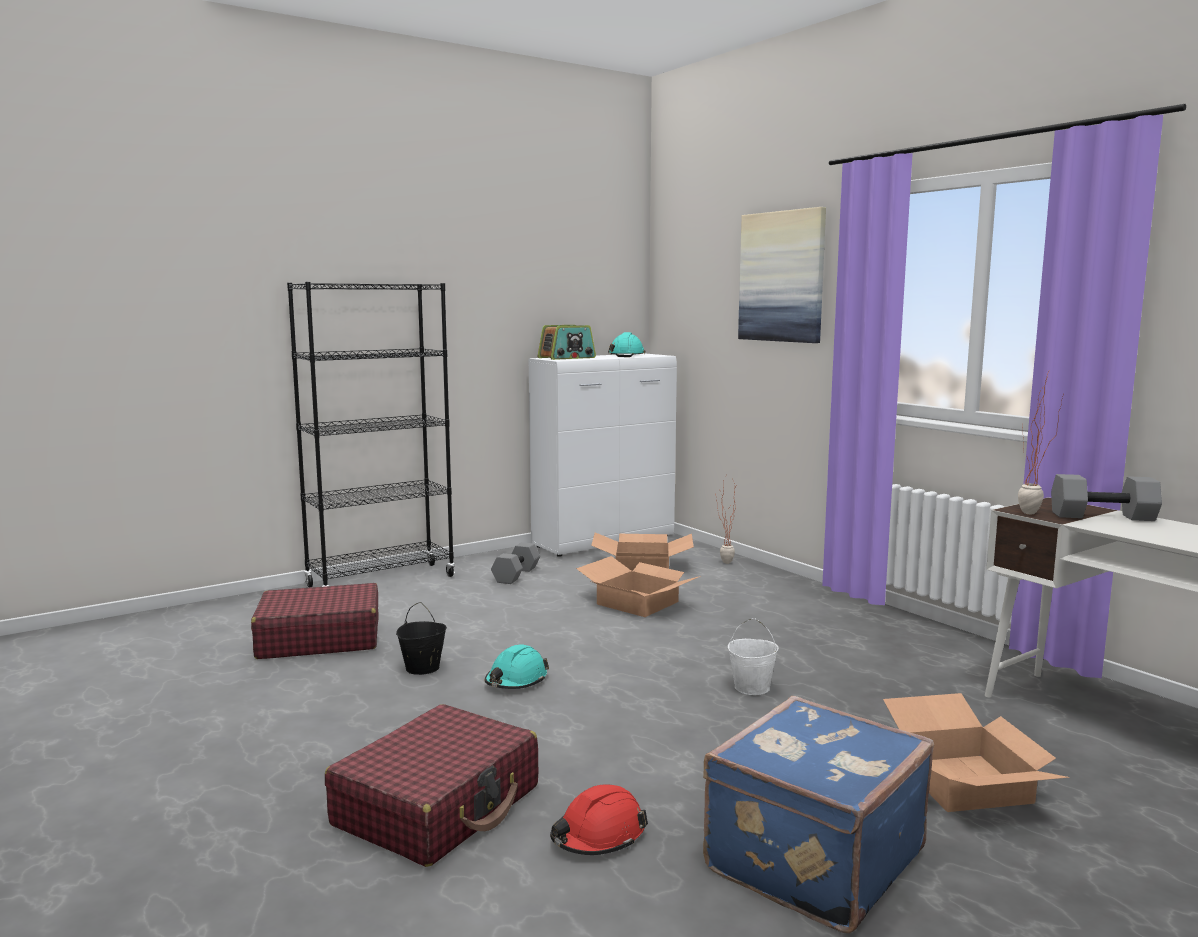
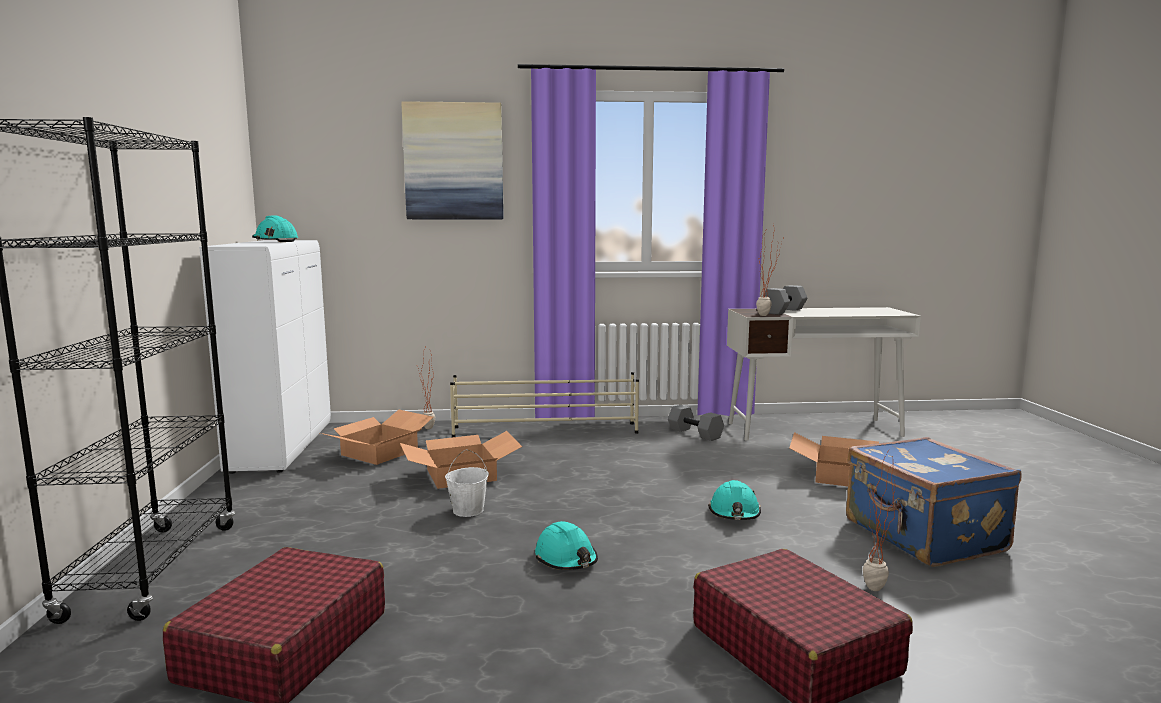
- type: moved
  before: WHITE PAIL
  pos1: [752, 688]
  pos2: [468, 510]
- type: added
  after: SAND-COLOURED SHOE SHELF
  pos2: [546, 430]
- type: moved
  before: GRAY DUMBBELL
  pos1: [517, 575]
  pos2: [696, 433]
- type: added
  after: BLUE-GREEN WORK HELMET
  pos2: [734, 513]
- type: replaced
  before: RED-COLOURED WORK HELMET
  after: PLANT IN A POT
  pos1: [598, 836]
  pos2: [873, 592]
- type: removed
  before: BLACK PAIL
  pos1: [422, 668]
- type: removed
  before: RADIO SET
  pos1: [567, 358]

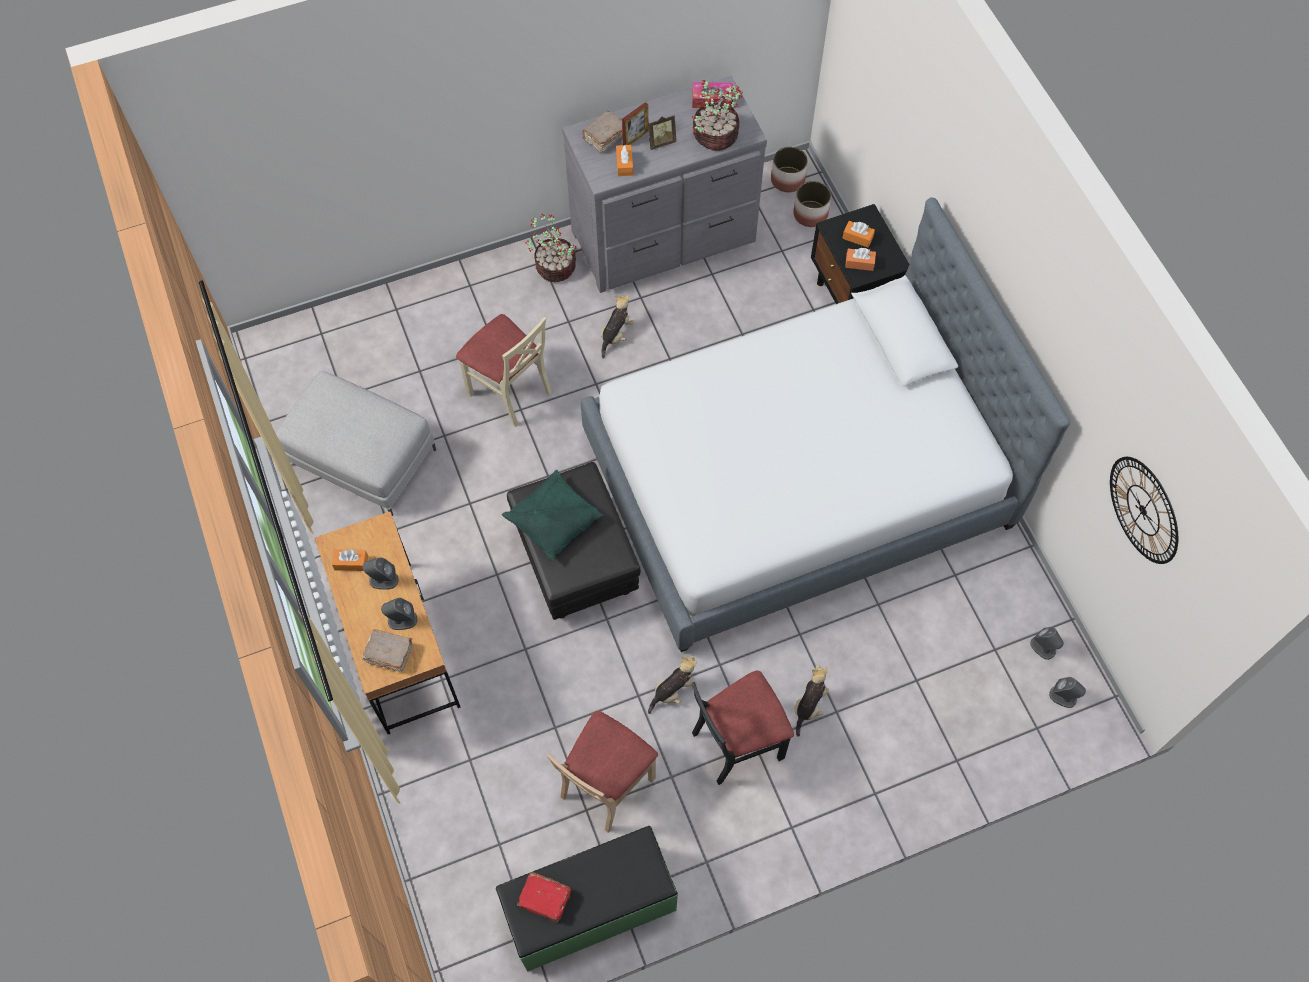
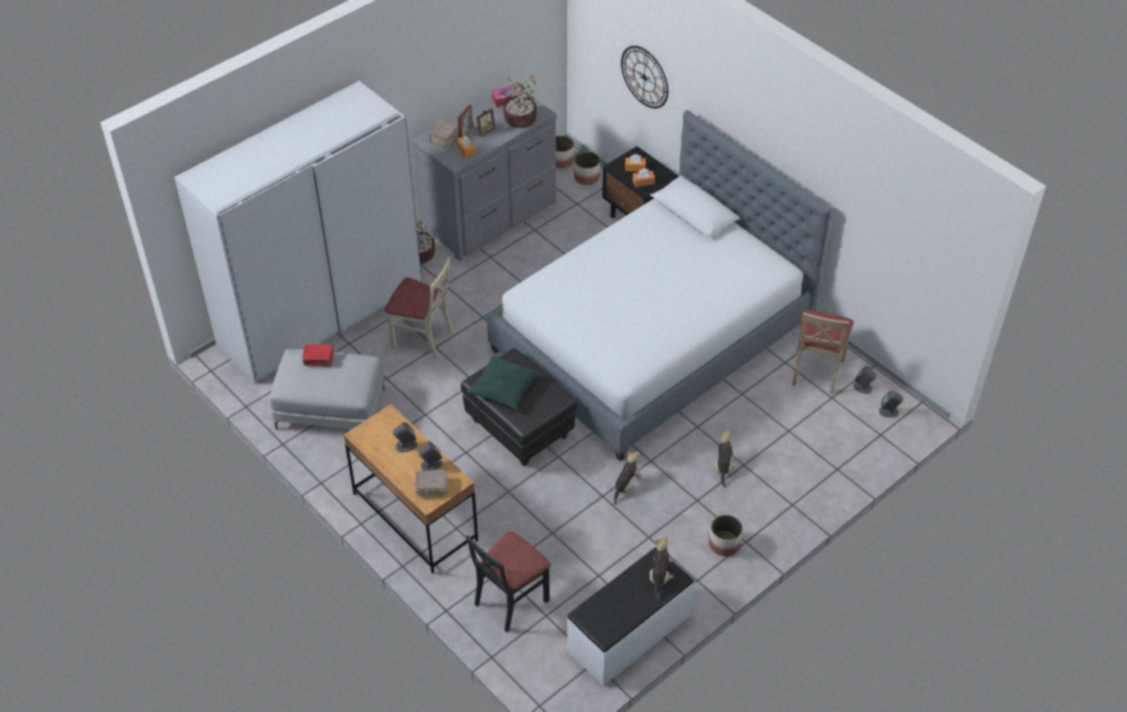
- type: added
  after: WHITE WARDROBE
  pos2: [321, 314]
- type: moved
  before: RED-COLOURED BOUND BOOK
  pos1: [545, 899]
  pos2: [319, 359]
- type: moved
  before: BLACK UPRIGHT CHAIR
  pos1: [737, 743]
  pos2: [510, 600]
- type: recoloured
  before: GREENISH BENCH
  after: WHITE BENCH
  pos1: [590, 908]
  pos2: [629, 633]
- type: moved
  before: HANGING CLOCK
  pos1: [1143, 510]
  pos2: [644, 77]
- type: moved
  before: SOFT TOY
  pos1: [616, 335]
  pos2: [660, 576]
- type: added
  after: PLANT POT
  pos2: [724, 544]
- type: moved
  before: SAND-COLOURED UPRIGHT CHAIR
  pos1: [606, 785]
  pos2: [816, 371]
- type: removed
  before: ORANGE TISSUE BOX
  pos1: [351, 563]

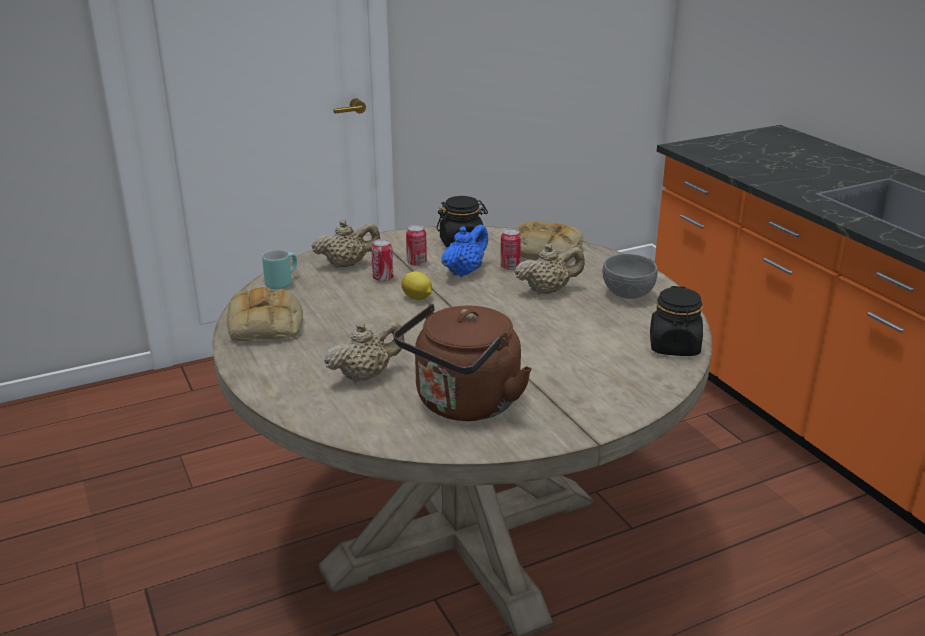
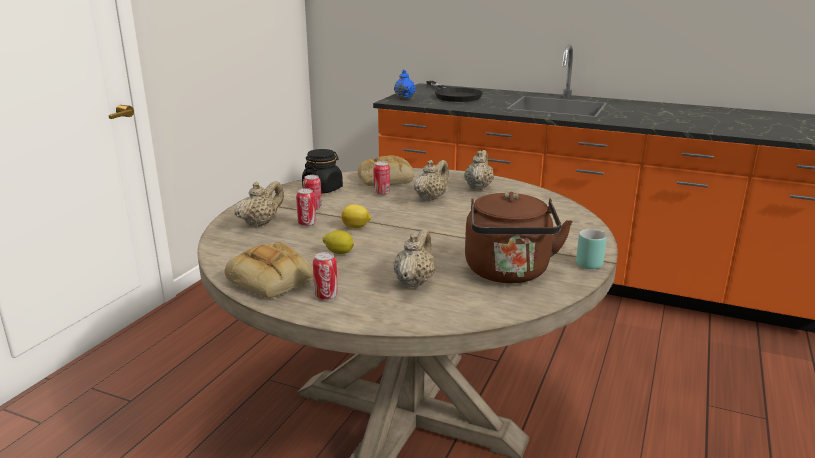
- type: added
  after: SEALED CAN
  pos2: [326, 296]
- type: added
  after: LEMON
  pos2: [339, 253]
- type: moved
  before: BLUISH TEAPOT
  pos1: [464, 272]
  pos2: [404, 97]
- type: added
  after: BLACK PAN
  pos2: [454, 95]
- type: replaced
  before: GRAY SERVING BOWL
  after: SAND-COLOURED TEAPOT
  pos1: [627, 294]
  pos2: [478, 187]
- type: moved
  before: BLUE-GREEN MUG
  pos1: [281, 282]
  pos2: [584, 262]
- type: removed
  before: BLACK JAR
  pos1: [674, 346]

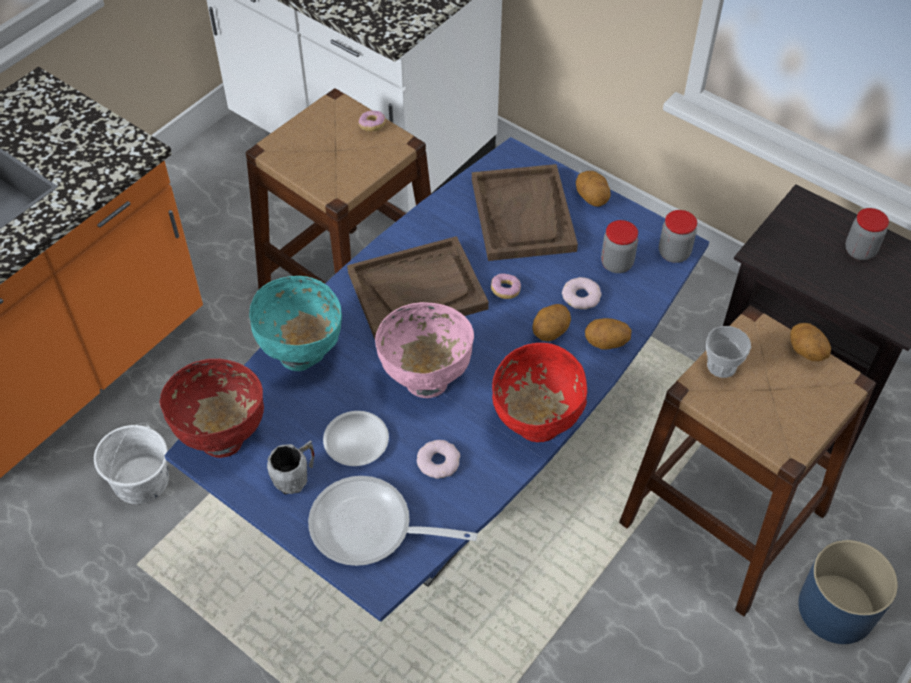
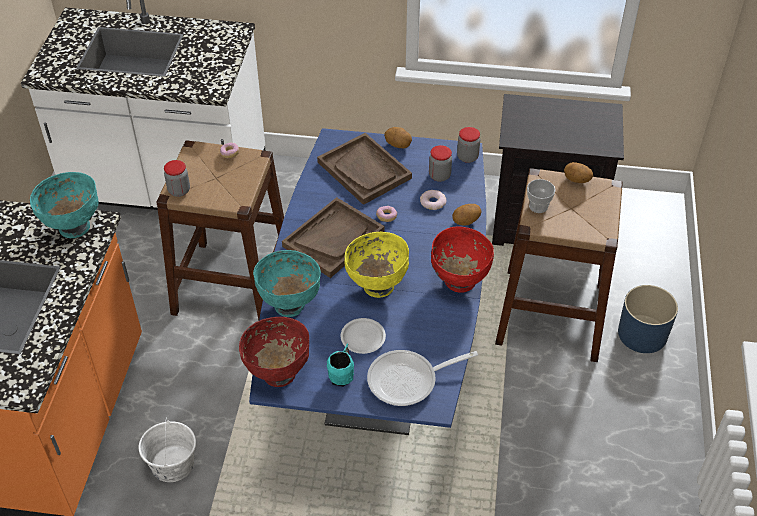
- type: added
  after: BLUE-GREEN SERVING BOWL
  pos2: [73, 226]
- type: moved
  before: JAR
  pos1: [860, 251]
  pos2: [179, 190]
- type: recoloured
  before: GRAY MUG
  after: BLUE-GREEN MUG
  pos1: [295, 477]
  pos2: [342, 374]
- type: recoloured
  before: PINK-COLOURED SERVING BOWL
  after: YELLOW-COLOURED SERVING BOWL
  pos1: [426, 378]
  pos2: [377, 285]
- type: removed
  before: DONUT
  pos1: [438, 461]
- type: removed
  before: POTATO
  pos1: [550, 332]

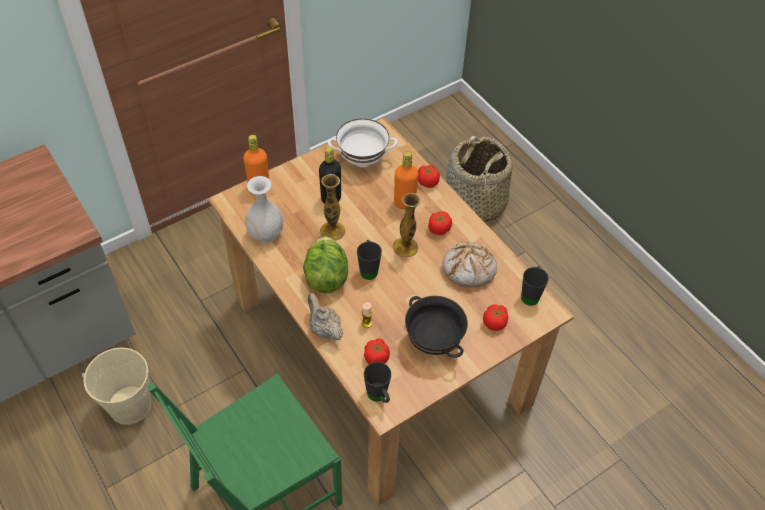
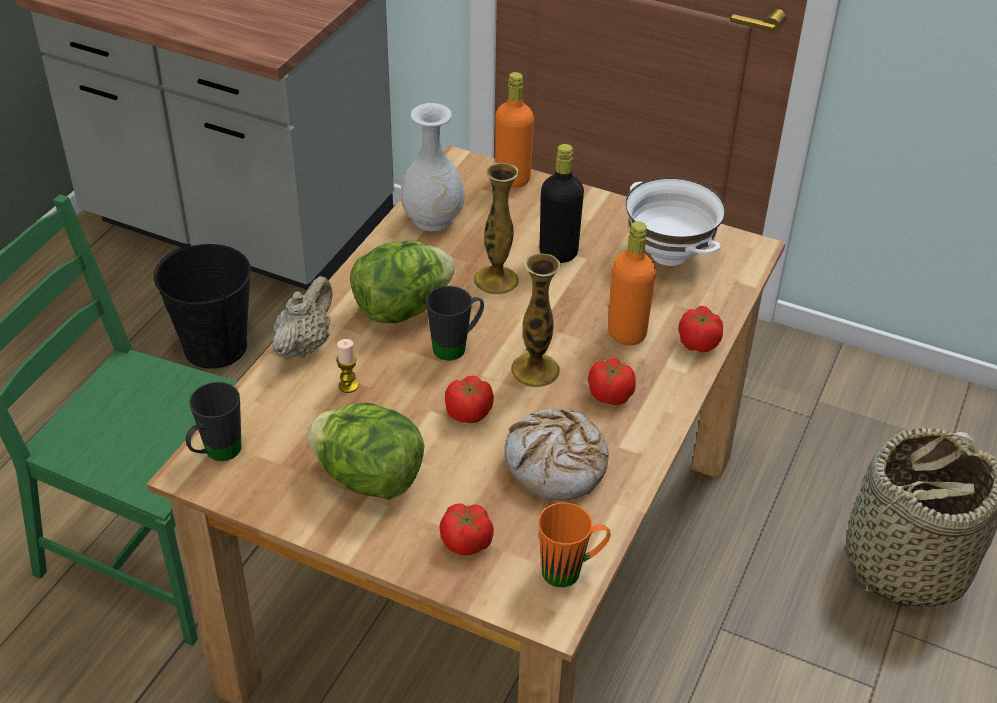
- type: recoloured
  before: SAND-COLOURED PAIL
  after: BLACK PAIL
  pos1: [130, 405]
  pos2: [216, 346]
- type: replaced
  before: BLACK SERVING BOWL
  after: LETTUCE HEAD
  pos1: [434, 342]
  pos2: [369, 478]
- type: moved
  before: WHOLE TOMATO
  pos1: [376, 357]
  pos2: [469, 412]
- type: recoloured
  before: BLACK MUG
  after: ORANGE MUG
  pos1: [531, 294]
  pos2: [571, 570]

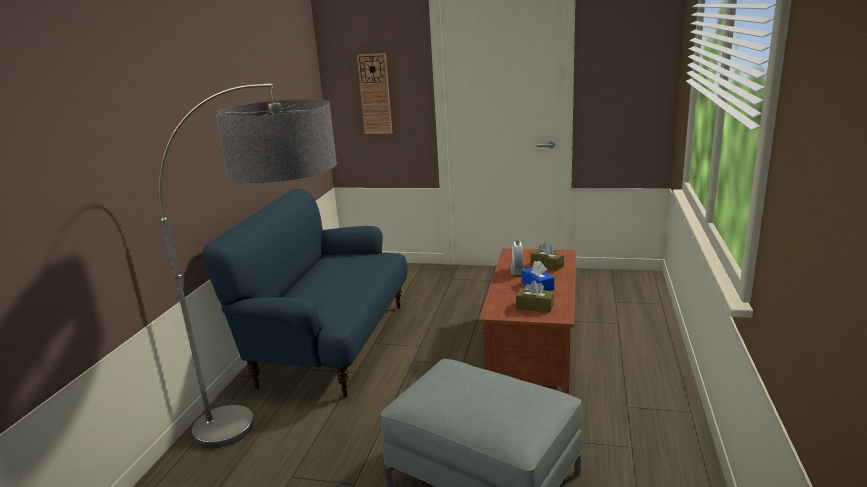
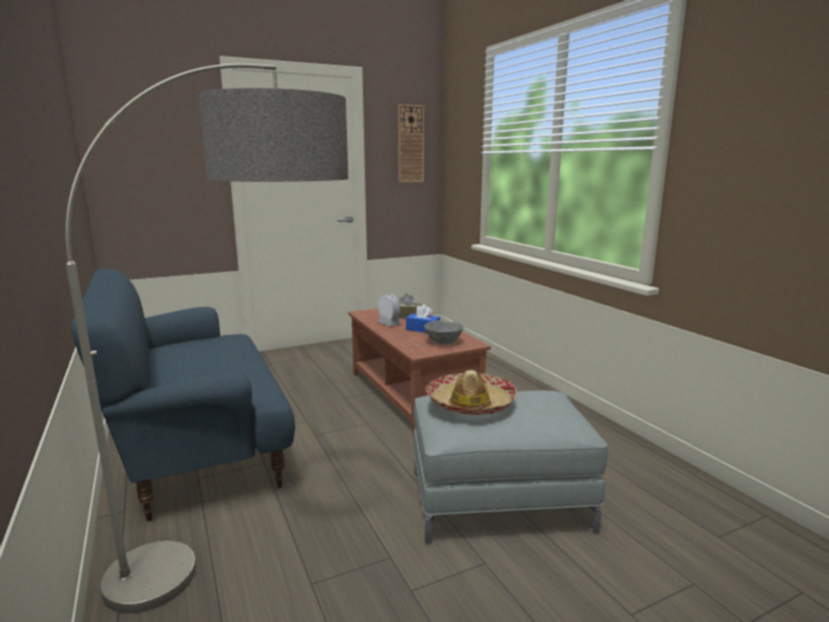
- type: moved
  before: HANGING CLOCK
  pos1: [375, 94]
  pos2: [410, 144]
- type: replaced
  before: BROWN-COLOURED TISSUE BOX
  after: GRAY SERVING BOWL
  pos1: [534, 306]
  pos2: [443, 342]
- type: added
  after: WEARABLE HAT
  pos2: [470, 403]

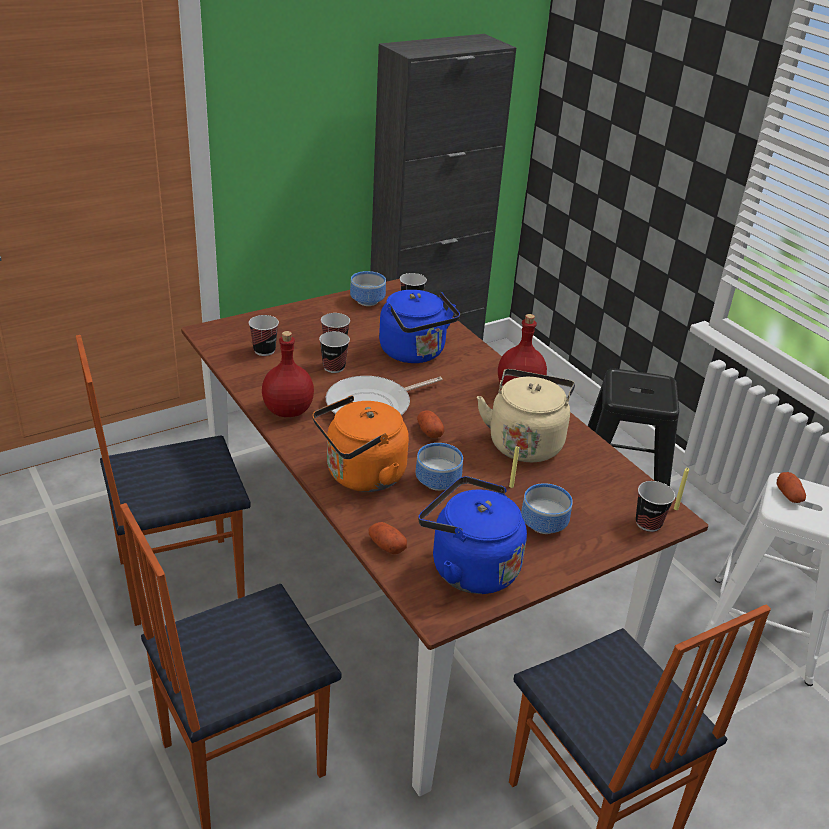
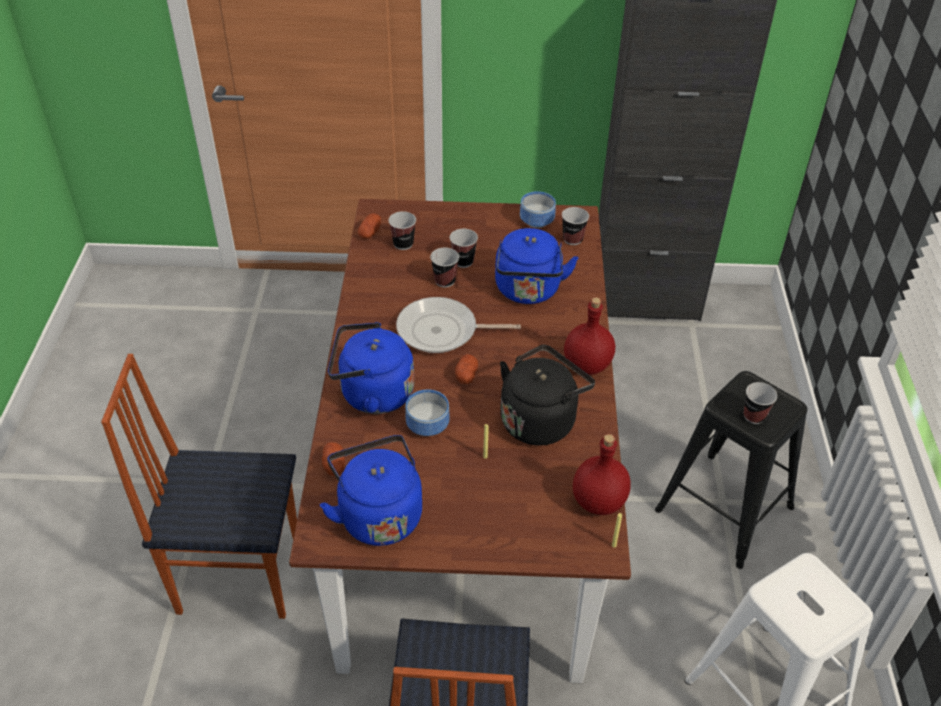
- type: recoloured
  before: ORANGE TEA KETTLE
  after: BLUISH TEA KETTLE
  pos1: [361, 476]
  pos2: [372, 394]
- type: moved
  before: POTATO
  pos1: [788, 495]
  pos2: [370, 233]
- type: recoloured
  before: SAND-COLOURED TEA KETTLE
  after: BLACK TEA KETTLE
  pos1: [525, 442]
  pos2: [540, 419]
- type: moved
  before: RED-COLOURED BOTTLE
  pos1: [287, 411]
  pos2: [598, 502]
- type: moved
  before: CUP
  pos1: [648, 523]
  pos2: [754, 416]
- type: removed
  before: UPRIGHT CHAIR
  pos1: [179, 579]
- type: removed
  before: SERVING BOWL
  pos1: [544, 526]

